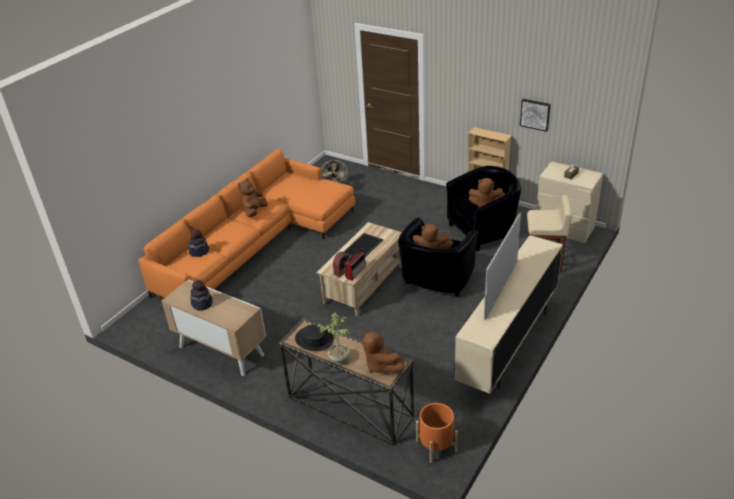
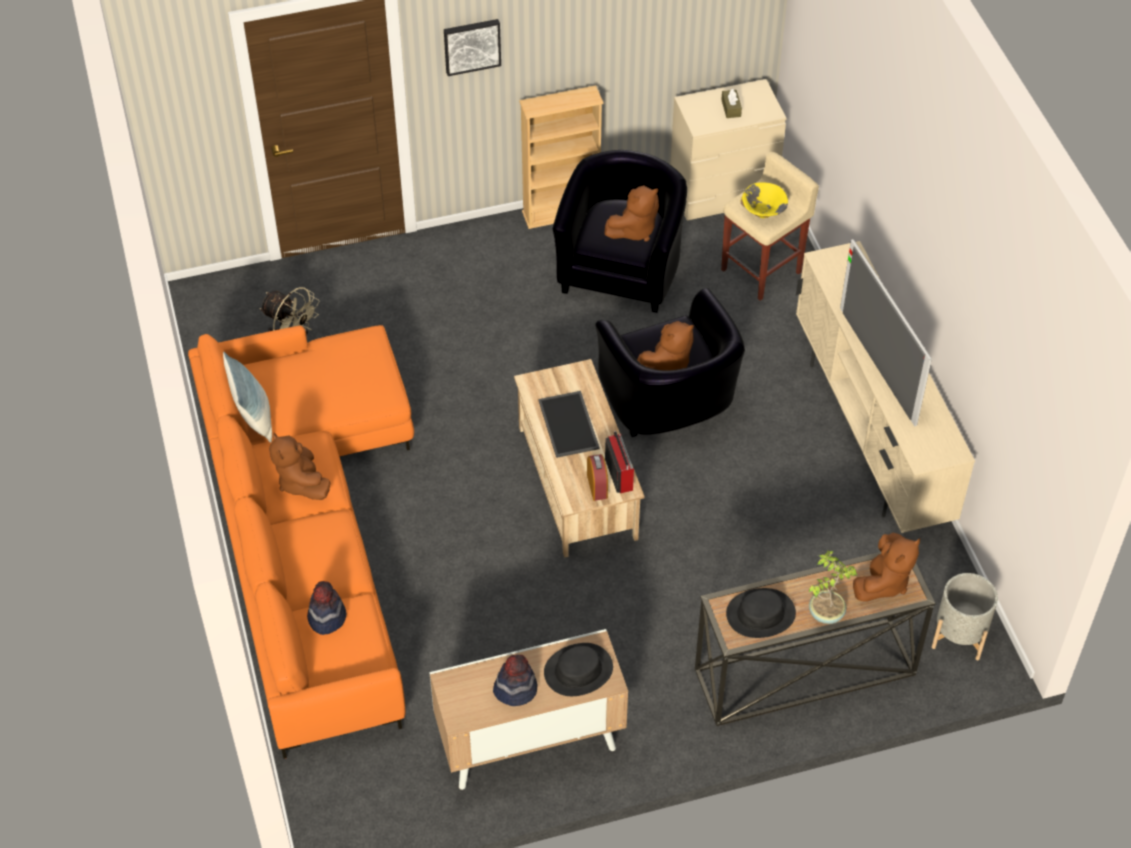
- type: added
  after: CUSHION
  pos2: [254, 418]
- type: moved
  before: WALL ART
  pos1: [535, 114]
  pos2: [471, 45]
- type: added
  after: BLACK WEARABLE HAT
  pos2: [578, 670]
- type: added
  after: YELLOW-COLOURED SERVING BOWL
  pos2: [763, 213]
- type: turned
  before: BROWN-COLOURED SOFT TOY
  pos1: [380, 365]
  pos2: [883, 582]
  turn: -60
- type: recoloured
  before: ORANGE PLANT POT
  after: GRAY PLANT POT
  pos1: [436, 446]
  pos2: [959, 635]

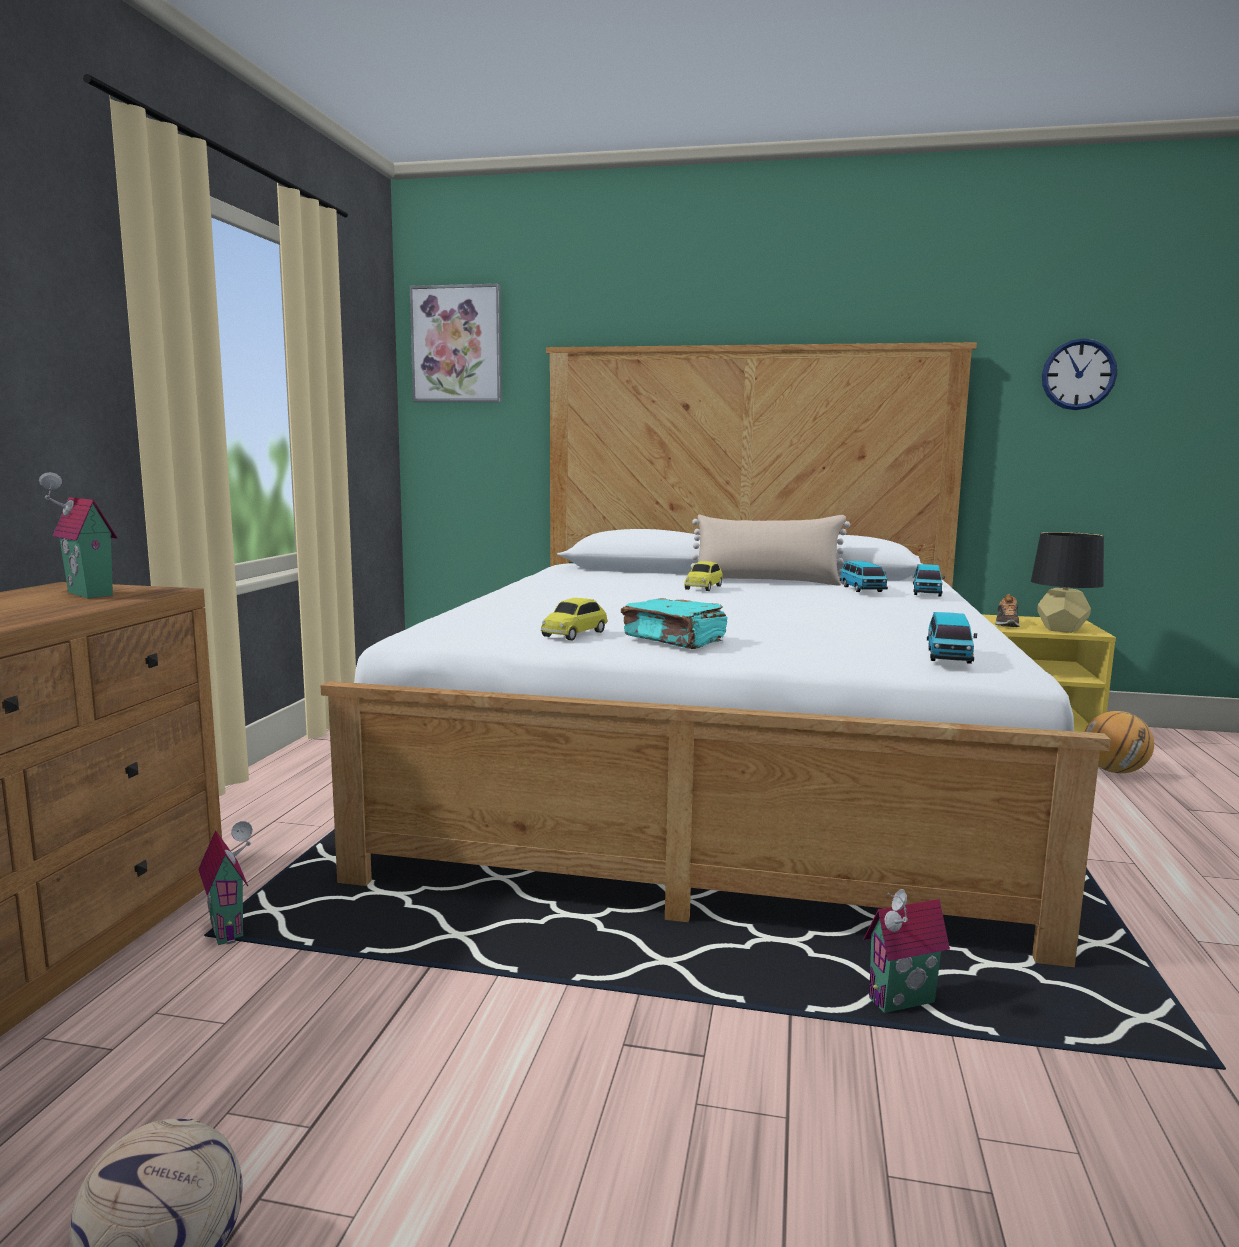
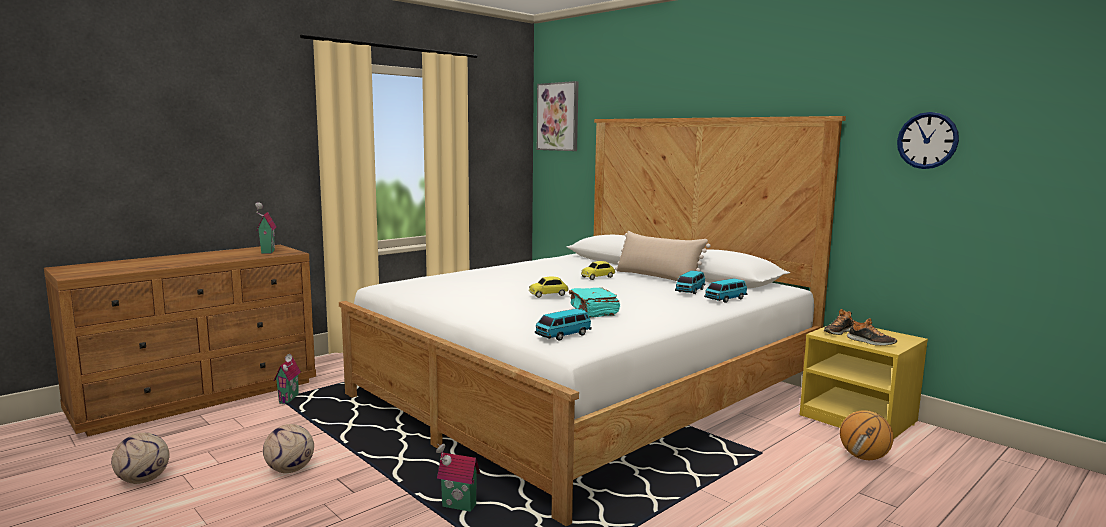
- type: added
  after: BALL FOR FOOTBALL
  pos2: [290, 470]
- type: moved
  before: MINIATURE CAR
  pos1: [575, 634]
  pos2: [548, 294]
- type: moved
  before: BLUE-GREEN BOUND BOOK
  pos1: [674, 640]
  pos2: [593, 311]
- type: replaced
  before: BLACK TABLETOP LAMP
  after: SHOE
  pos1: [1061, 629]
  pos2: [870, 342]

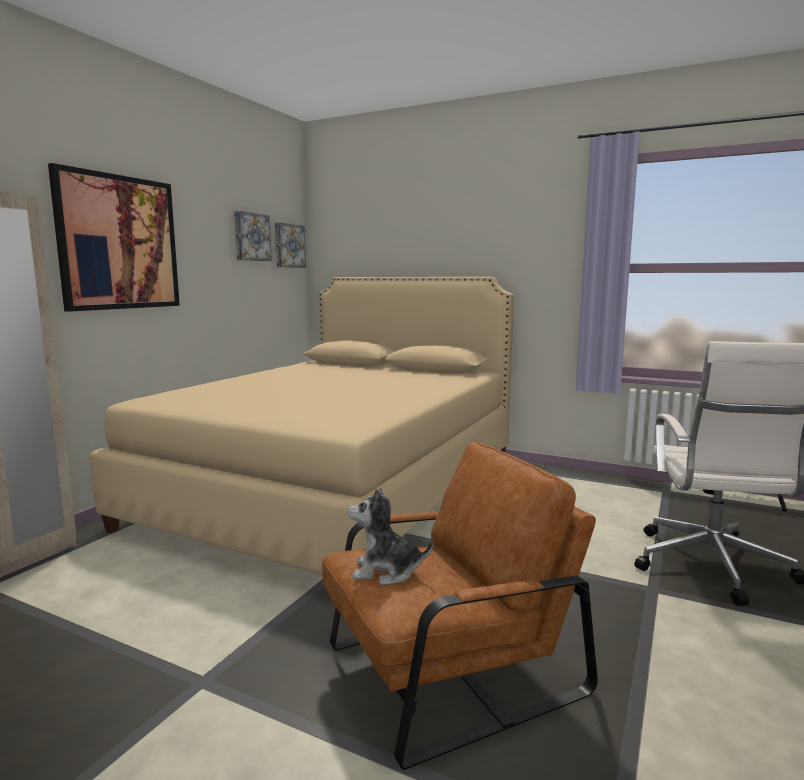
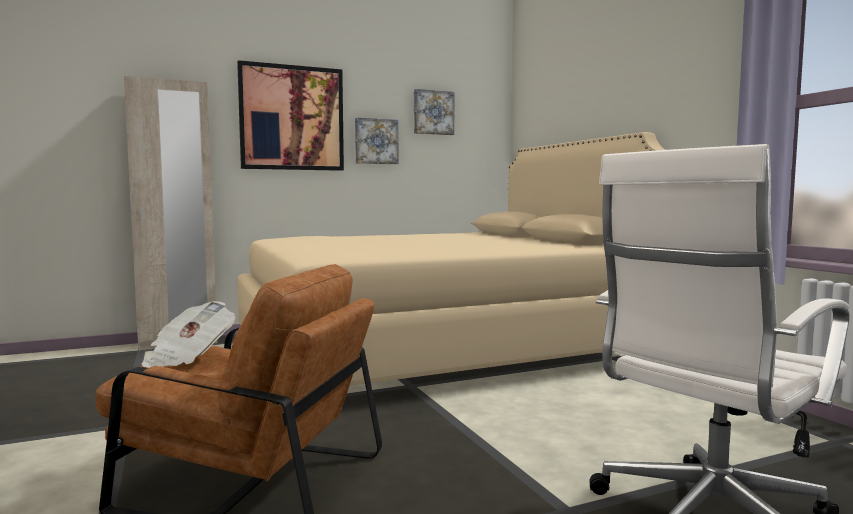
- type: replaced
  before: SOFT TOY
  after: PRINTED PAPER
  pos1: [386, 571]
  pos2: [188, 357]
- type: moved
  before: WALL ART
  pos1: [288, 246]
  pos2: [376, 141]

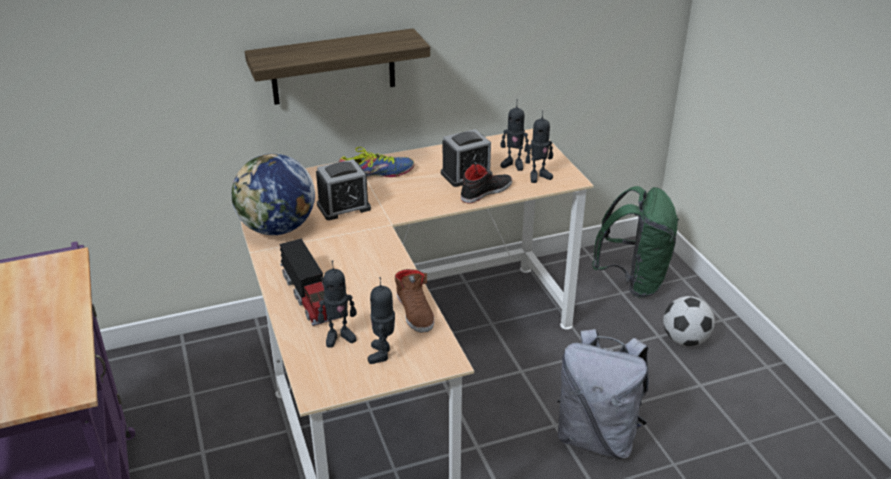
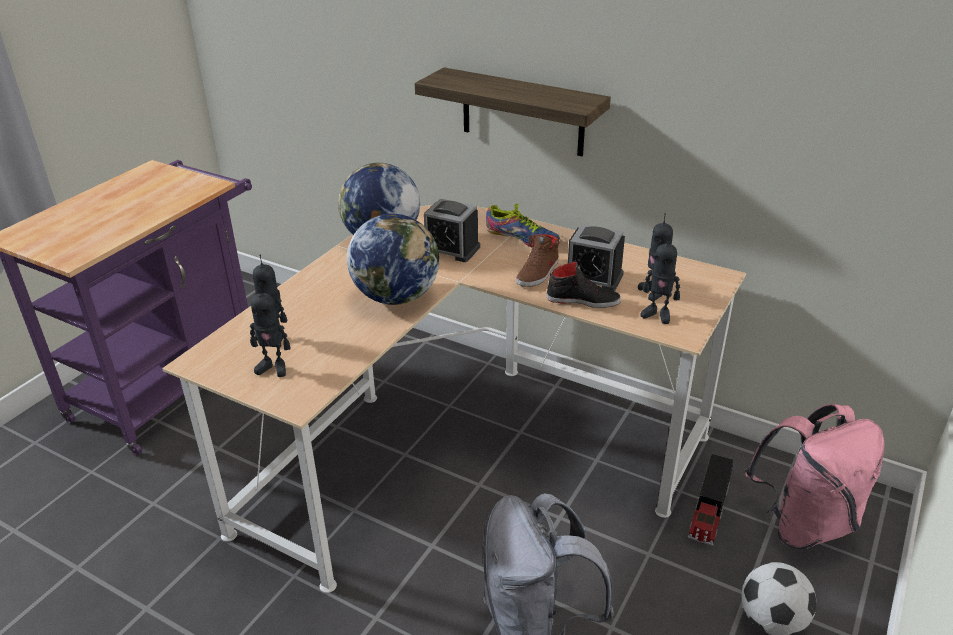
- type: turned
  before: MODEL ROBOT
  pos1: [382, 354]
  pos2: [273, 367]
  turn: -135
- type: added
  after: WORLD GLOBE
  pos2: [396, 297]
- type: moved
  before: BROWN-COLOURED SHOE
  pos1: [415, 312]
  pos2: [538, 273]
- type: moved
  before: TOY LORRY
  pos1: [309, 296]
  pos2: [708, 511]
- type: recoloured
  before: GREENISH KNAPSACK
  after: PINK-COLOURED KNAPSACK
  pos1: [633, 281]
  pos2: [803, 523]

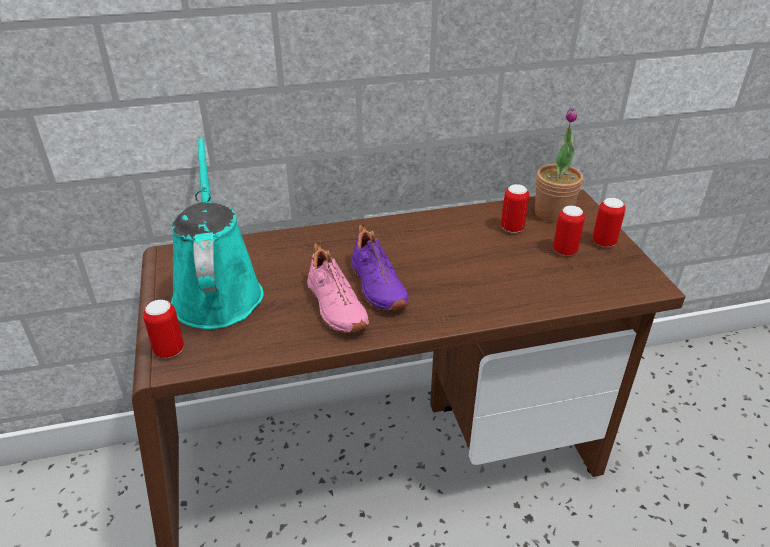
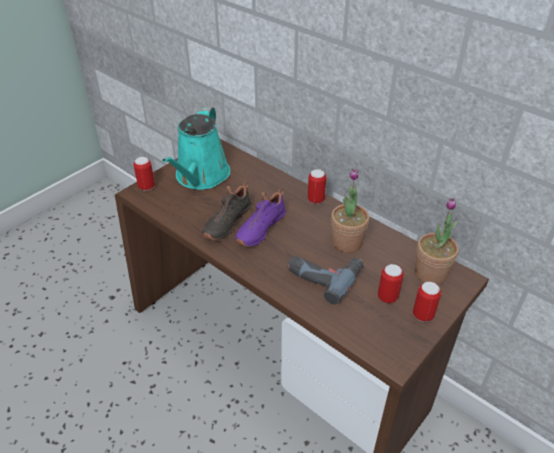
- type: turned
  before: BLUE-GREEN SPRINKLING CAN
  pos1: [217, 292]
  pos2: [201, 177]
  turn: 150
- type: recoloured
  before: PINK-COLOURED SHOE
  after: BLACK SHOE
  pos1: [334, 307]
  pos2: [226, 222]
- type: added
  after: POWER DRILL
  pos2: [324, 274]
- type: moved
  before: SEALED CAN
  pos1: [512, 228]
  pos2: [316, 200]
- type: added
  after: PLANT IN A POT
  pos2: [347, 243]

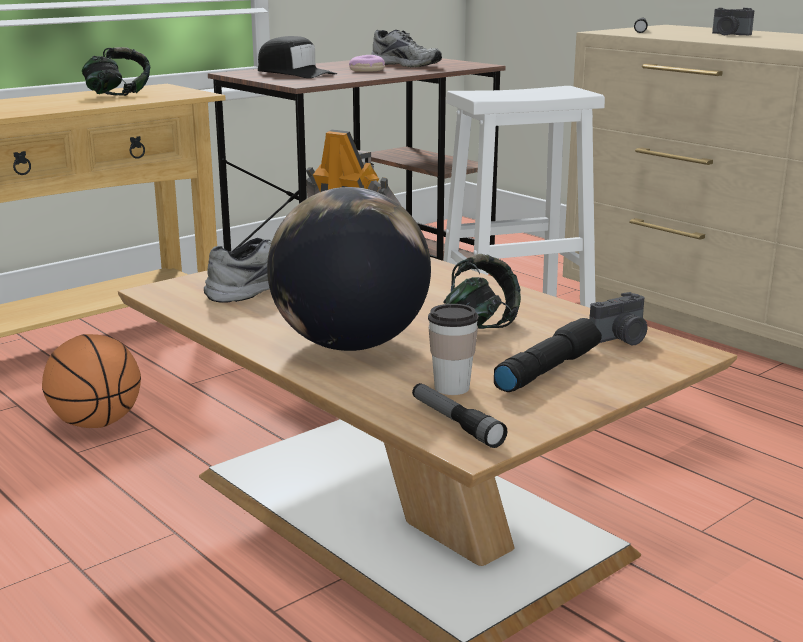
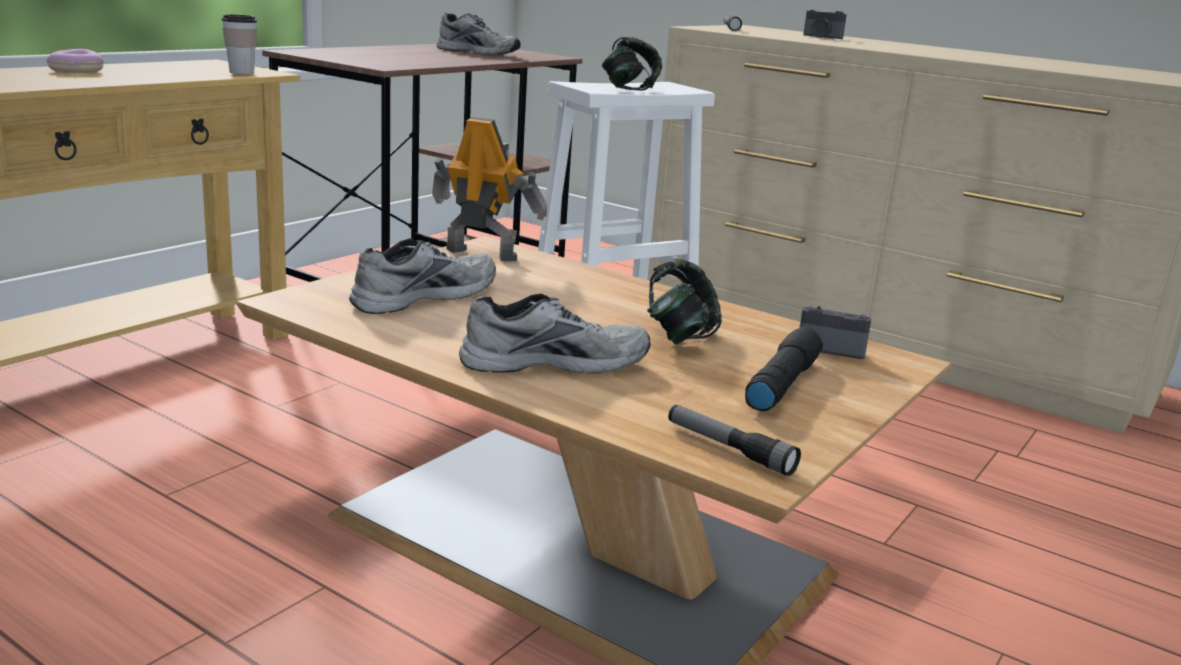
- type: moved
  before: DONUT
  pos1: [367, 70]
  pos2: [77, 71]
- type: moved
  before: CUP
  pos1: [451, 388]
  pos2: [241, 72]
- type: replaced
  before: WORLD GLOBE
  after: GRAY SHOE
  pos1: [350, 344]
  pos2: [554, 361]
- type: moved
  before: HEADSET
  pos1: [118, 94]
  pos2: [629, 89]
- type: turned
  before: STILL CAMERA
  pos1: [621, 339]
  pos2: [831, 348]
  turn: -120
- type: removed
  before: BALL FOR BASKETBALL
  pos1: [96, 424]
- type: removed
  before: BLACK PEAKED CAP
  pos1: [295, 73]

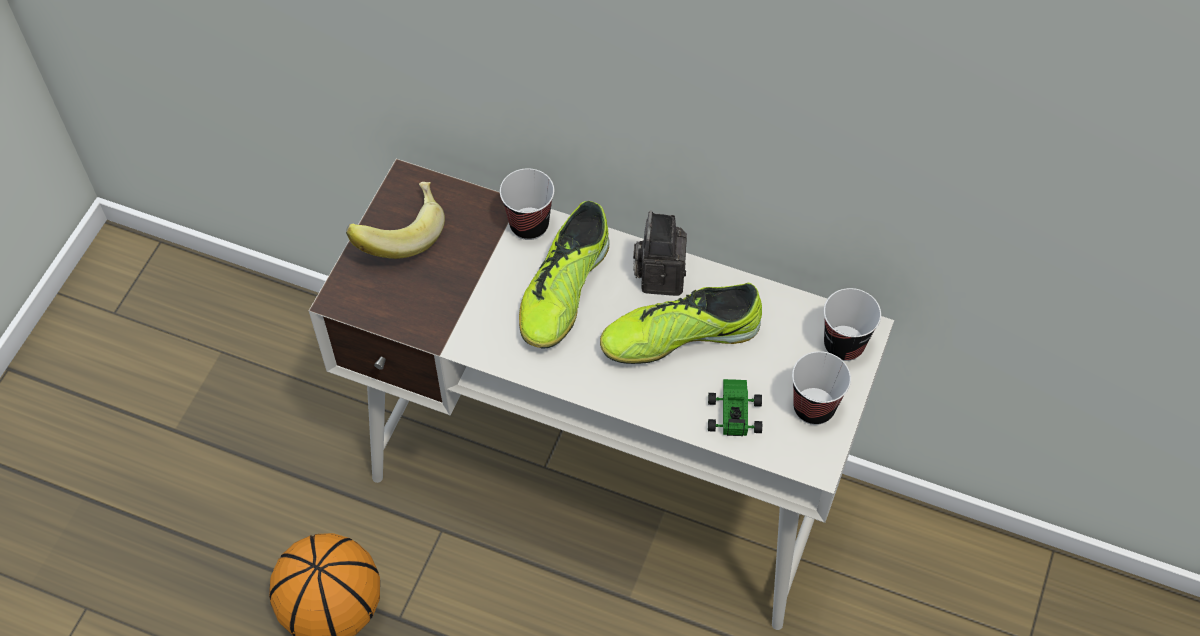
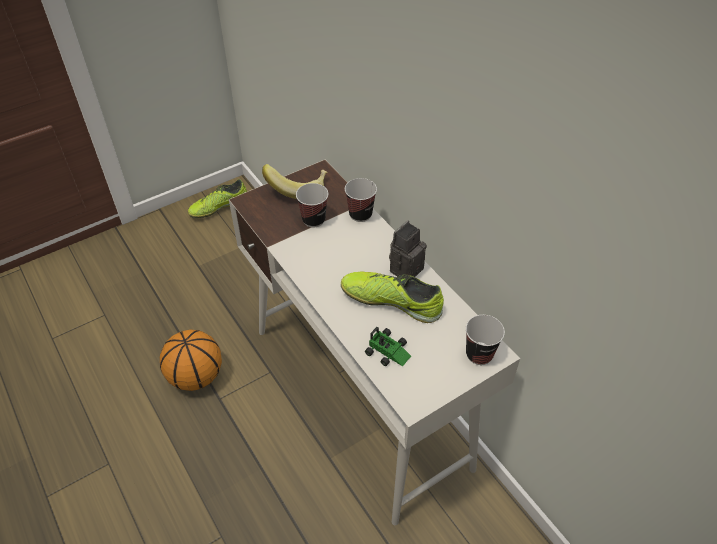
- type: moved
  before: SHOE
  pos1: [564, 290]
  pos2: [218, 207]
- type: moved
  before: CUP
  pos1: [814, 407]
  pos2: [313, 220]
- type: turned
  before: MINIATURE CAR
  pos1: [734, 408]
  pos2: [389, 351]
  turn: 90

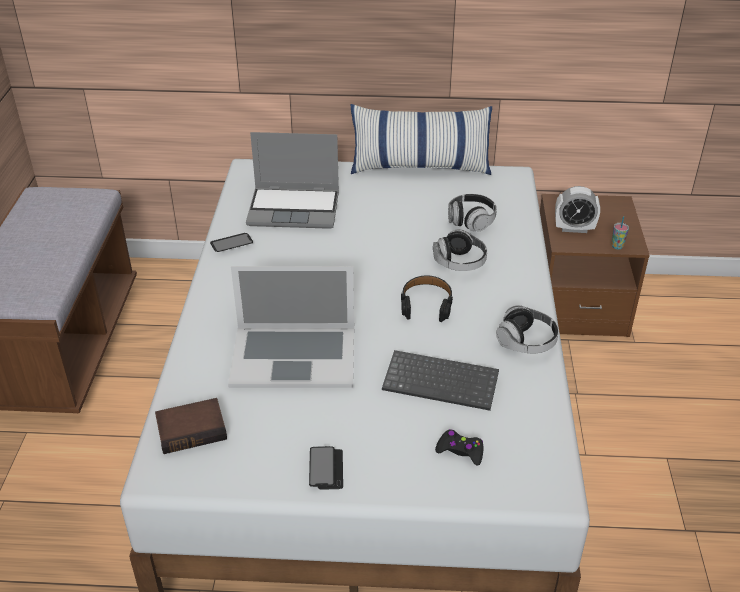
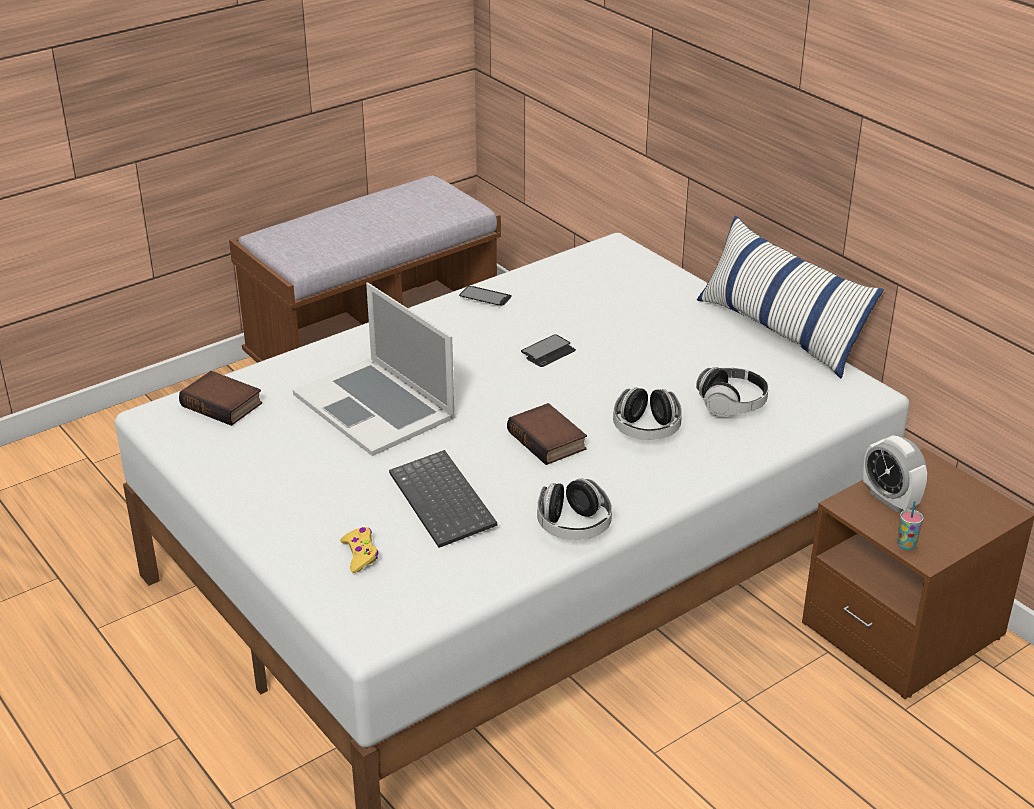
- type: recoloured
  before: BLACK GAMEPAD
  after: YELLOW-COLOURED GAMEPAD
  pos1: [460, 451]
  pos2: [360, 554]
- type: replaced
  before: BLACK HEADSET
  after: BOUND BOOK
  pos1: [426, 304]
  pos2: [549, 440]
- type: moved
  before: PHONE
  pos1: [326, 469]
  pos2: [548, 352]
- type: removed
  before: PORTABLE COMPUTER
  pos1: [295, 209]

